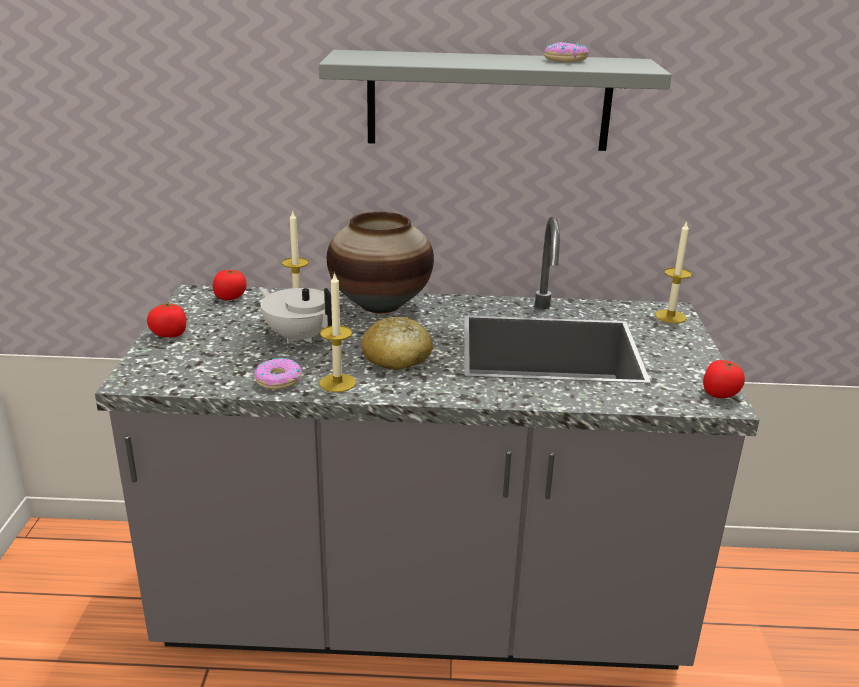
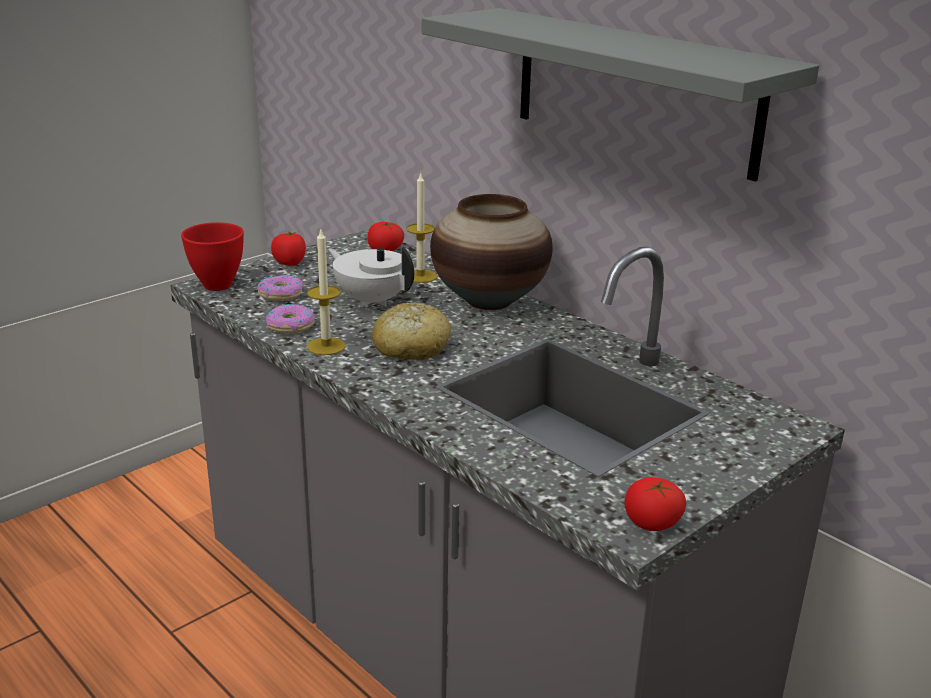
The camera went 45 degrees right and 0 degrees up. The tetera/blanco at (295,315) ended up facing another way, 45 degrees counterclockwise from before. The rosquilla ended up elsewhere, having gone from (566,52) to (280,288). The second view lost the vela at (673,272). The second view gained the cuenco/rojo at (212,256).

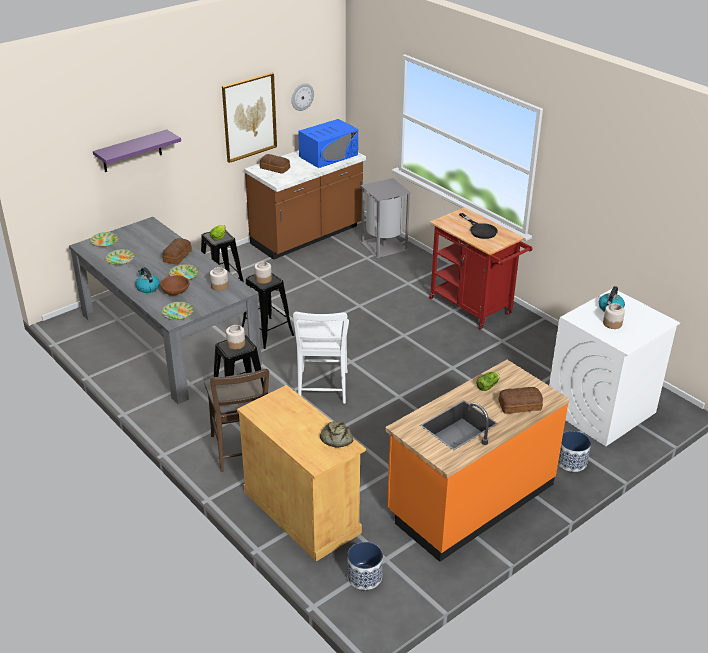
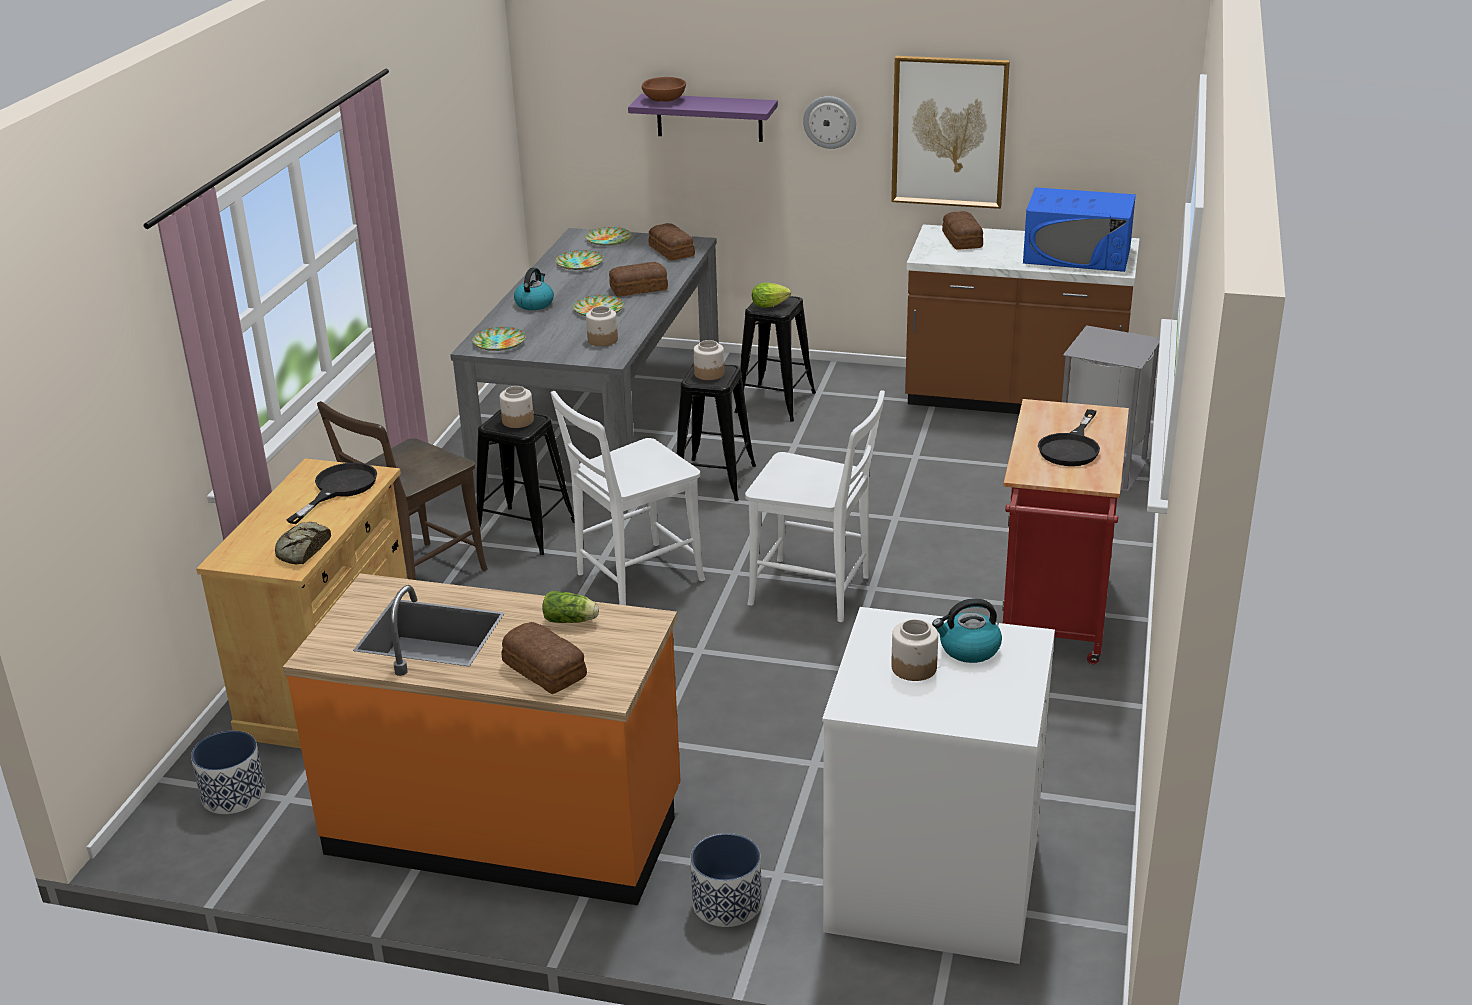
The camera went 55 degrees right and 5 degrees down. The cuenco/marrón ended up elsewhere, having gone from (175,285) to (664,89). The reloj de pared ended up elsewhere, having gone from (303,97) to (829,122). The second view gained the sartén/negro at (331,493). The second view gained the pan at (672,241). The second view gained the silla/blanco at (815,506).

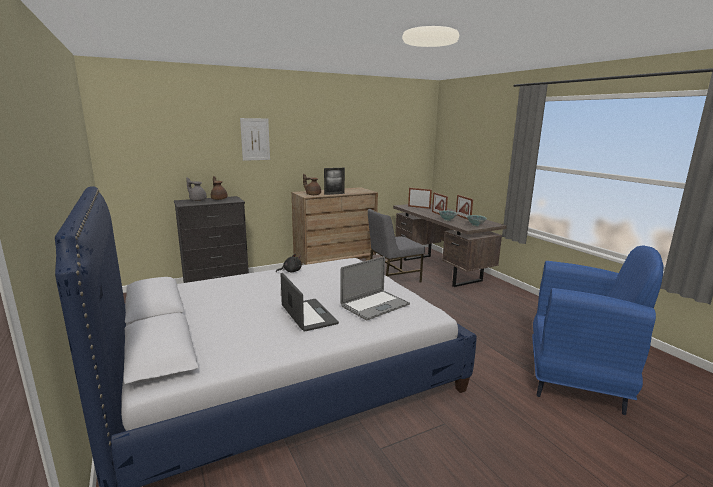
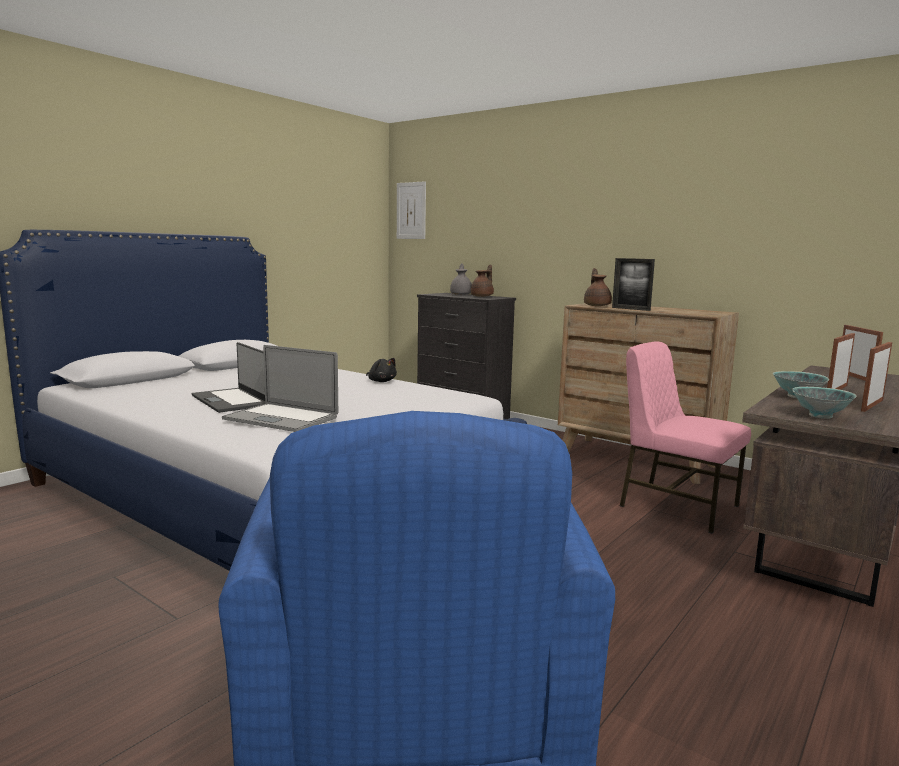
The camera went 65 degrees right and 5 degrees down. The cuadro ended up elsewhere, having gone from (255,139) to (411,210). The portátil at (310,302) ended up facing another way, 105 degrees clockwise from before. What was the silla/gris at (396,246) turned into the silla/rosa at (685,437).

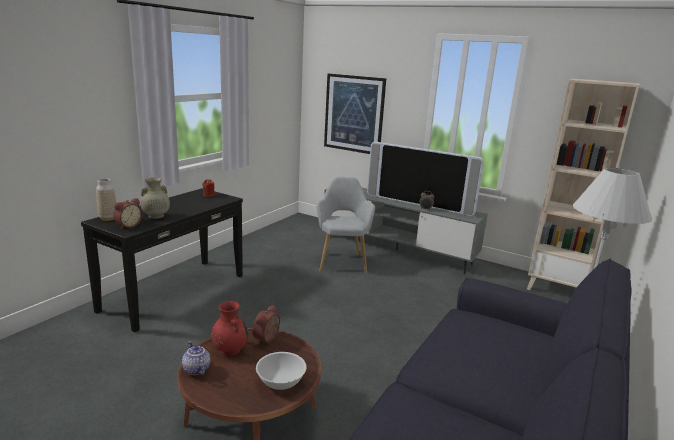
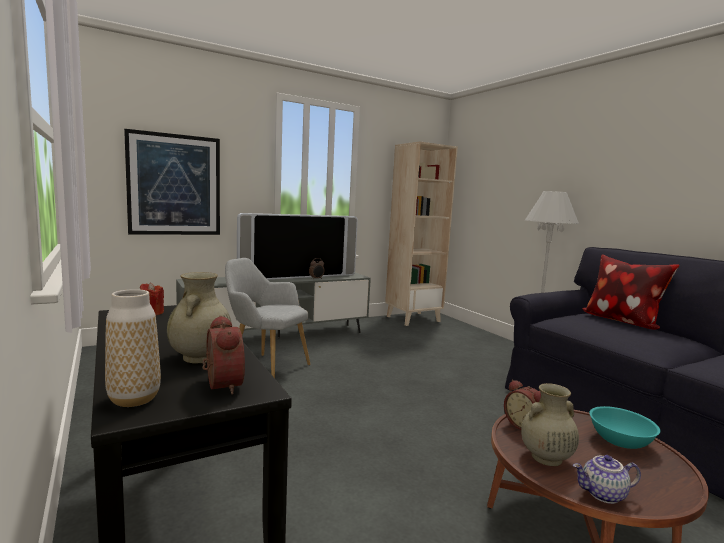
The camera went 60 degrees left and 10 degrees down. What was the florero/rojo at (229,328) turned into the florero/beis at (550,424). What was the cuenco/blanco at (281,371) turned into the cuenco/turquesa at (624,427). The second view gained the cojín at (630,291).

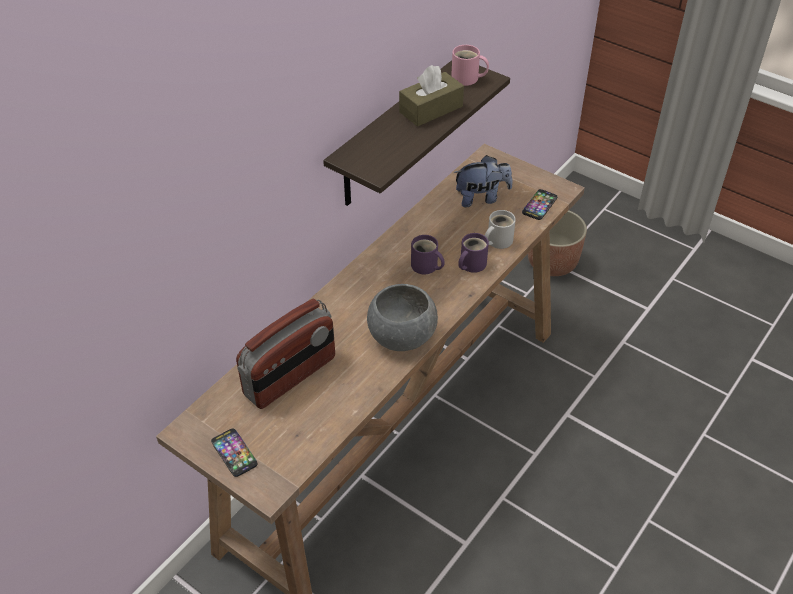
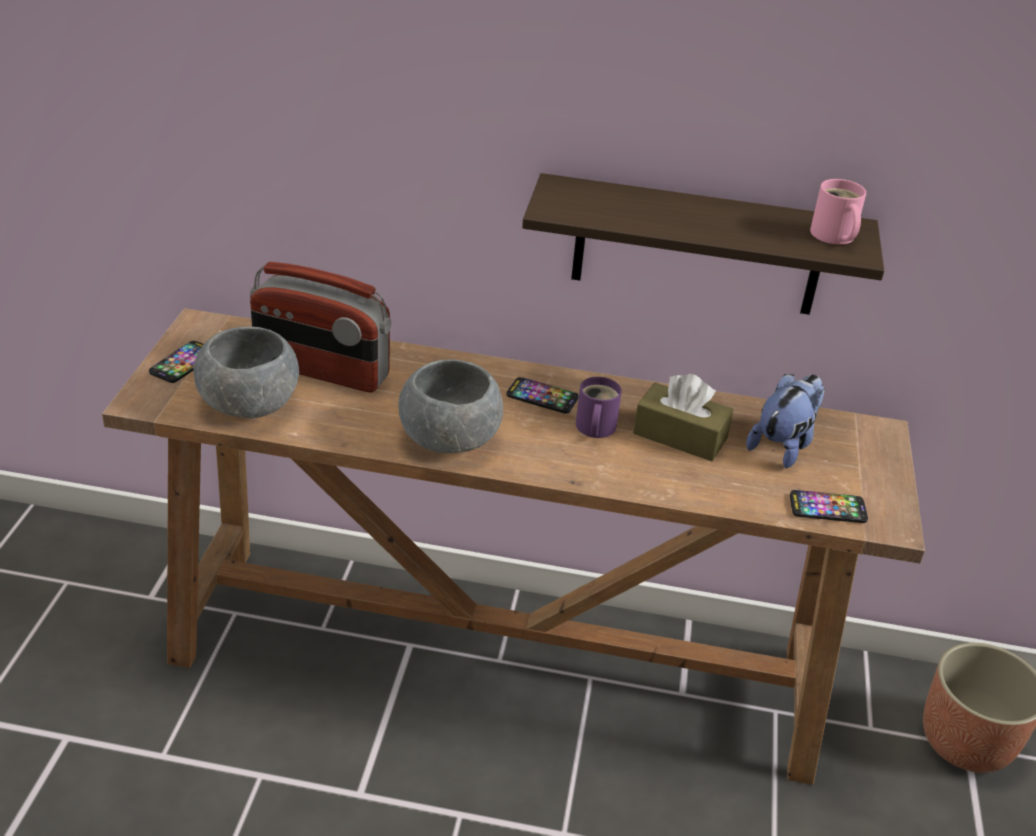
The camera went 60 degrees right and 10 degrees down. The caja de pañuelos/marrón ended up elsewhere, having gone from (431,96) to (683,417). The peluche at (483,181) ended up facing another way, 105 degrees counterclockwise from before. The second view lost the taza grande/morado at (473,253). The second view lost the taza grande/blanco at (500,229). The second view gained the cuenco/gris at (246,372). The second view gained the móvil at (542,395).

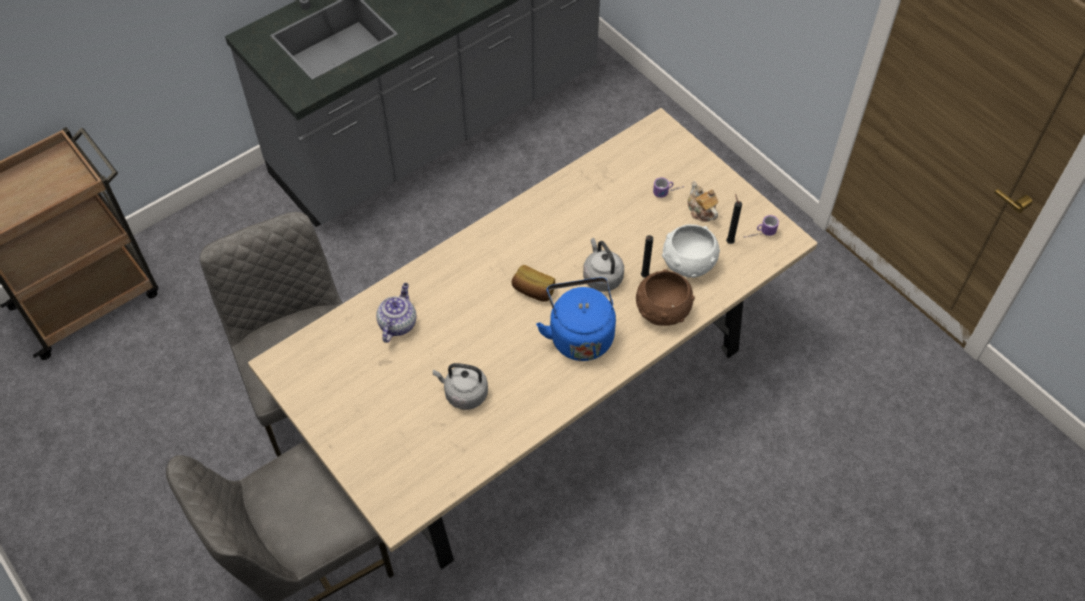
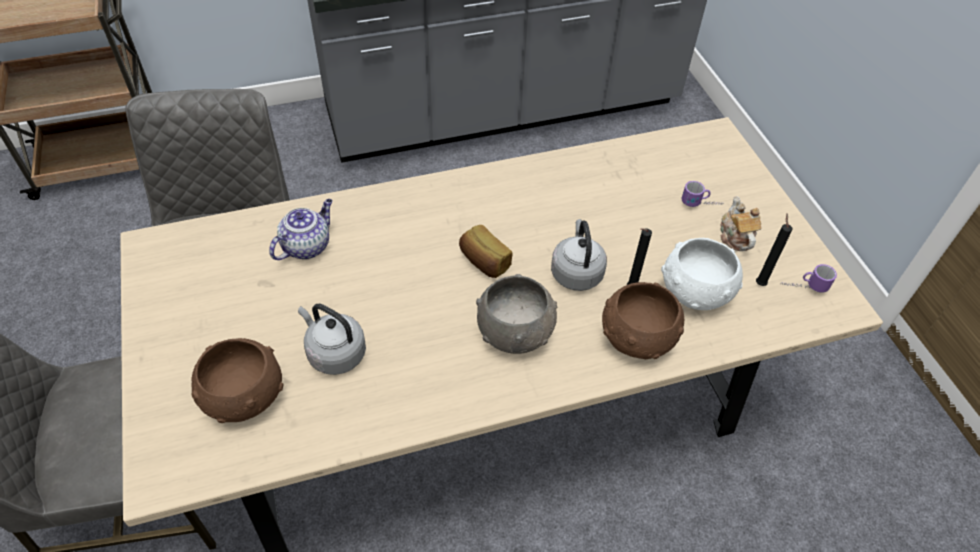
The camera went 20 degrees right and 5 degrees down. Where the hervidor/azul stood at (576,319), the cuenco/gris came to stand at (516,314). The second view gained the cuenco/marrón at (237,380).

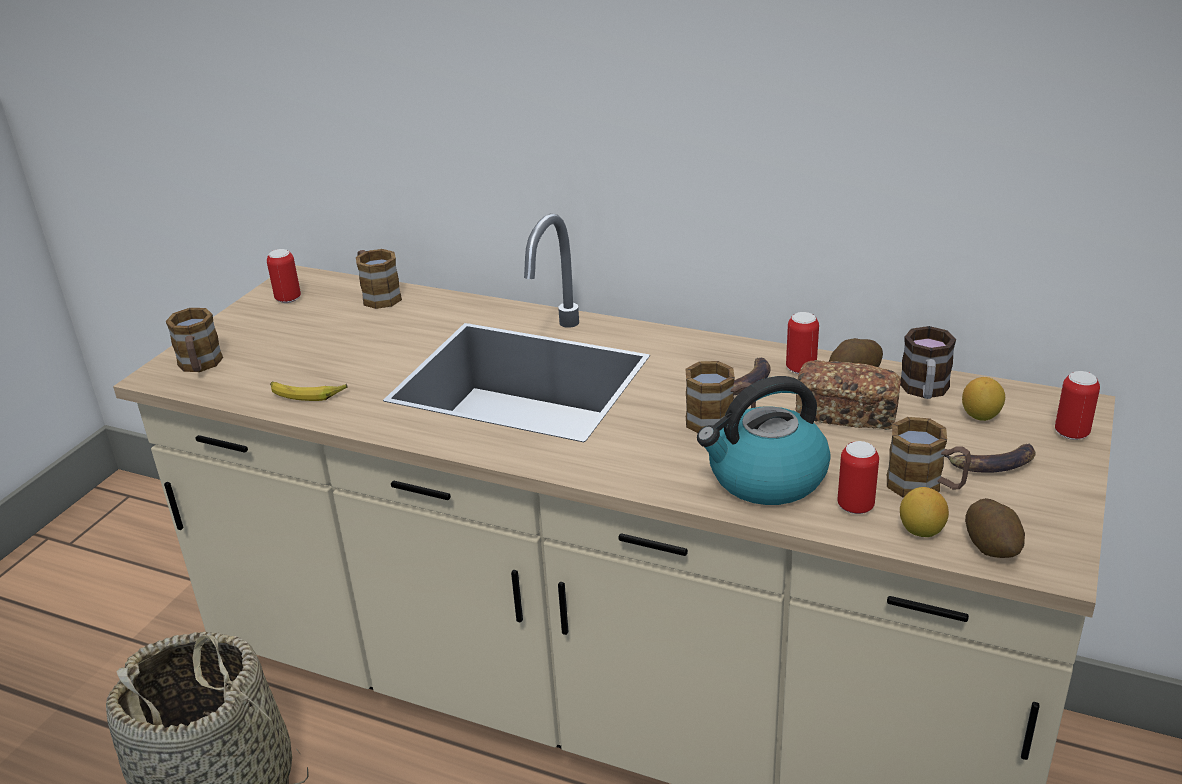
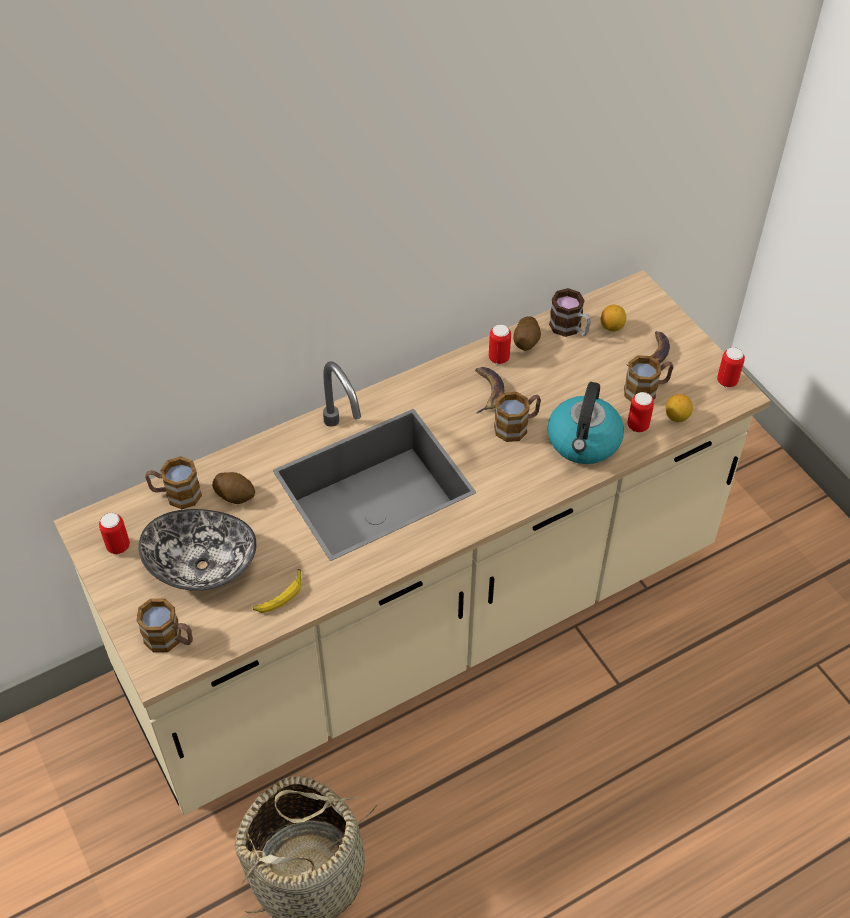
The camera went 55 degrees left and 20 degrees up. The second view lost the pan at (848,395). The patata ended up elsewhere, having gone from (995,528) to (233,488). The lata ended up elsewhere, having gone from (1077,405) to (731,367). The second view gained the cuenco at (197,550).

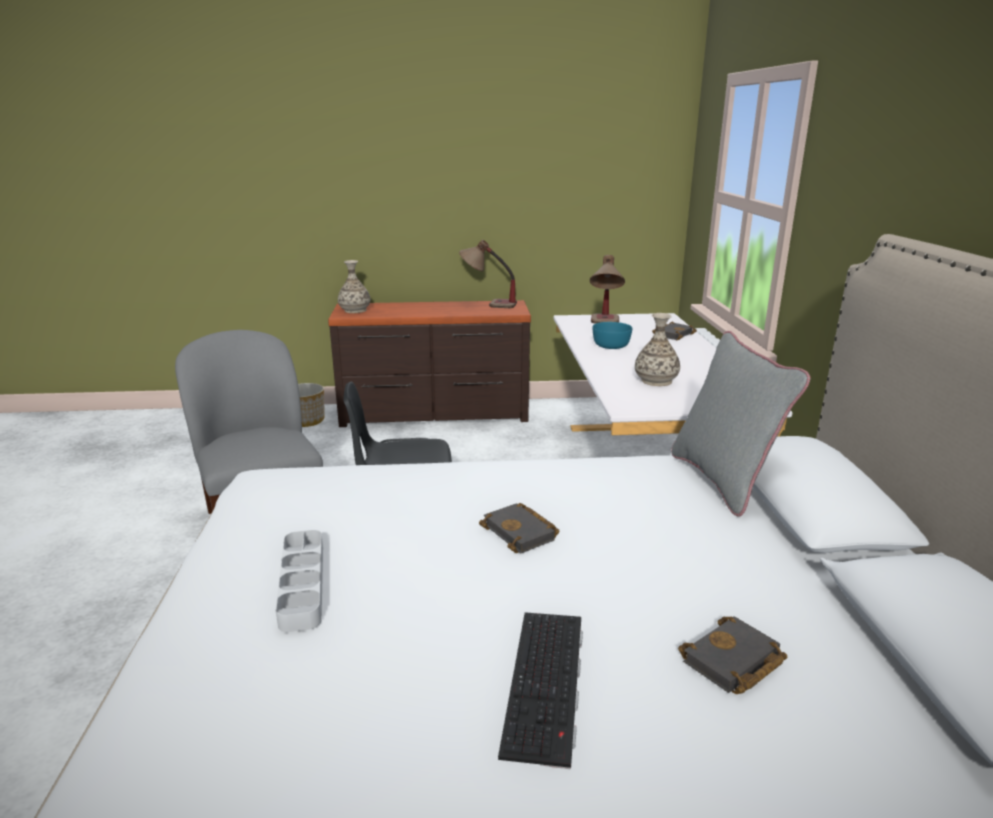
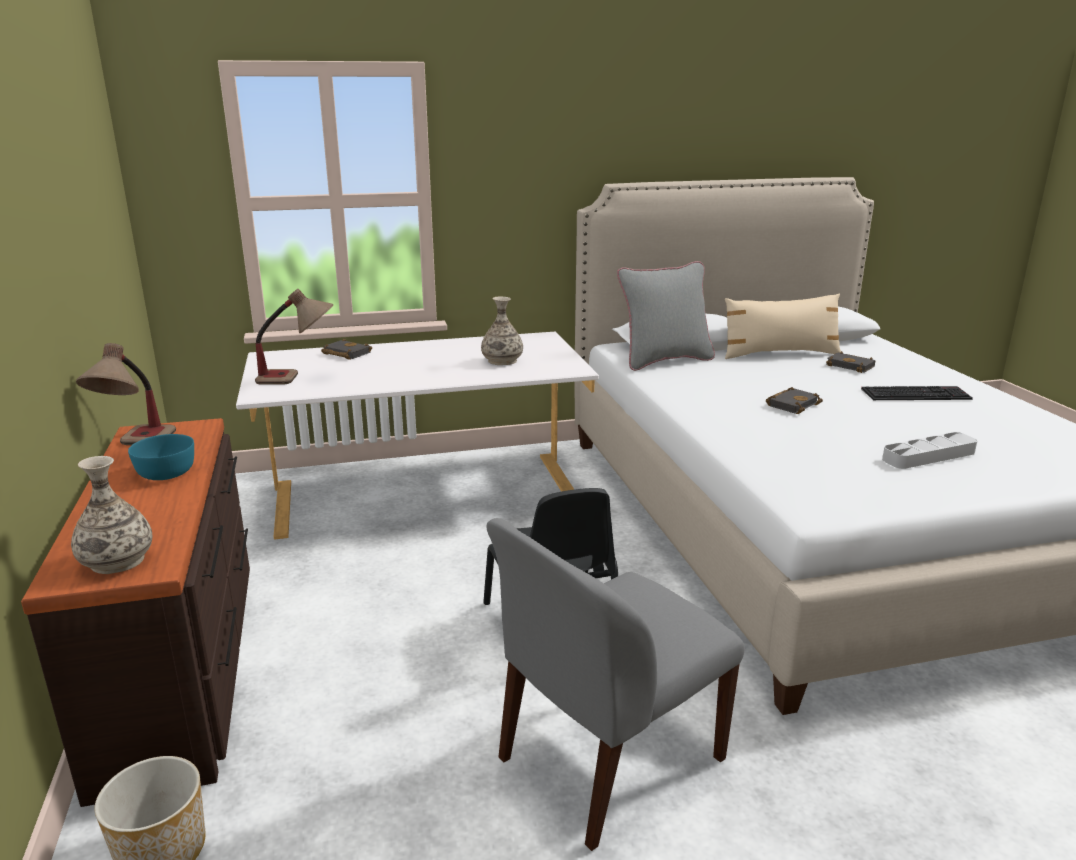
The camera went 100 degrees left and 0 degrees up. The cuenco/turquesa ended up elsewhere, having gone from (612,335) to (161,457). The second view gained the cojín/beis at (783,326).

